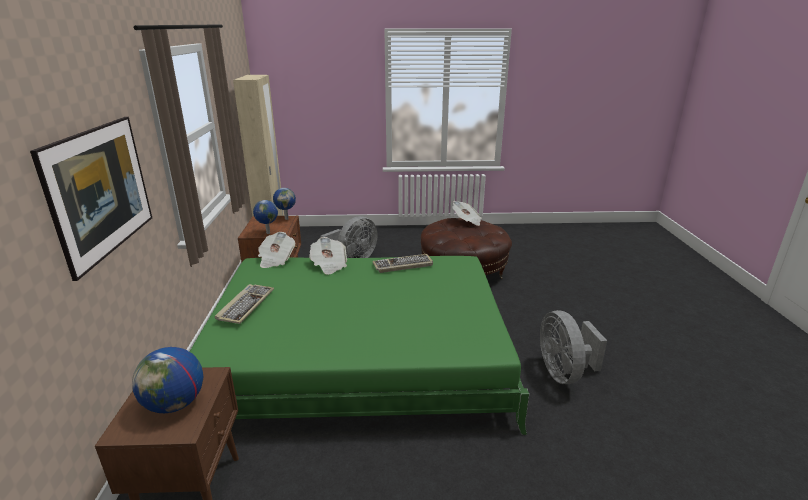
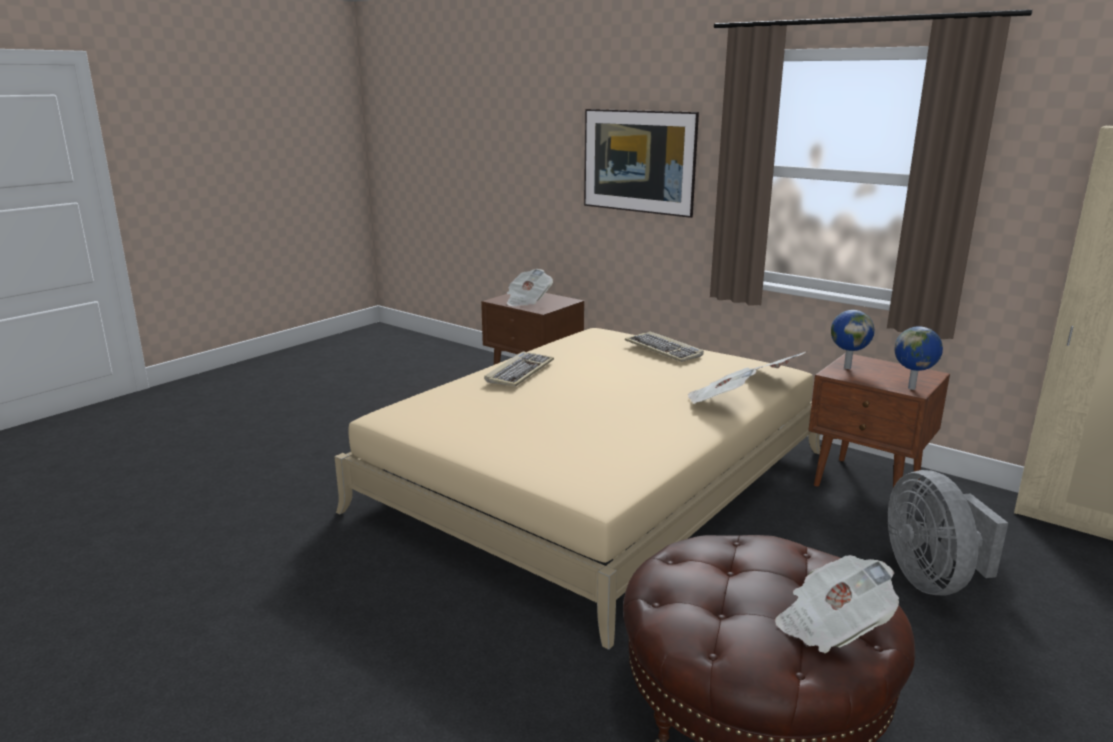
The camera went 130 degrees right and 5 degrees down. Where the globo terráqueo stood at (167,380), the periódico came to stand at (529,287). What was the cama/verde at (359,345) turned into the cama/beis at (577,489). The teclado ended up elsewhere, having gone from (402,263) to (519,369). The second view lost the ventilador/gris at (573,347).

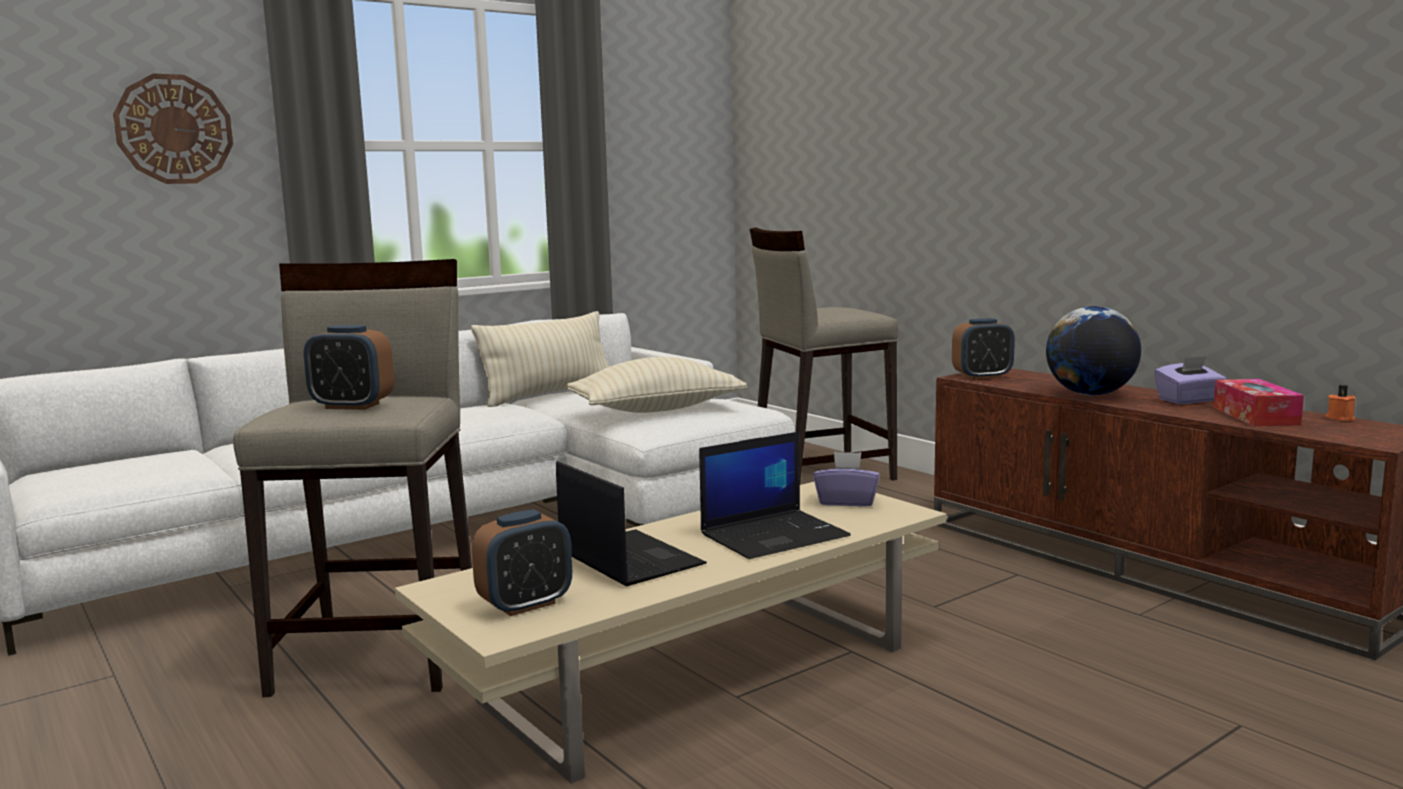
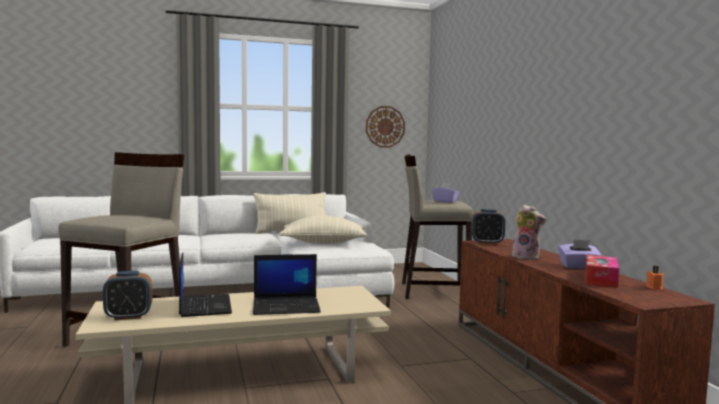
The camera went 20 degrees right and 5 degrees down. The reloj de pared ended up elsewhere, having gone from (173,129) to (385,127). The second view lost the despertador at (349,367). The caja de pañuelos/morado ended up elsewhere, having gone from (846,479) to (445,193). Where the globo terráqueo stood at (1093,350), the peluche came to stand at (528,232).

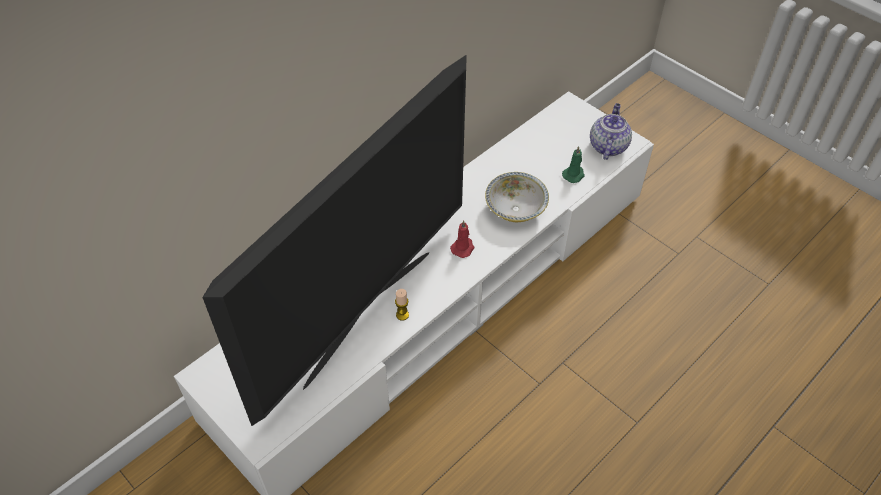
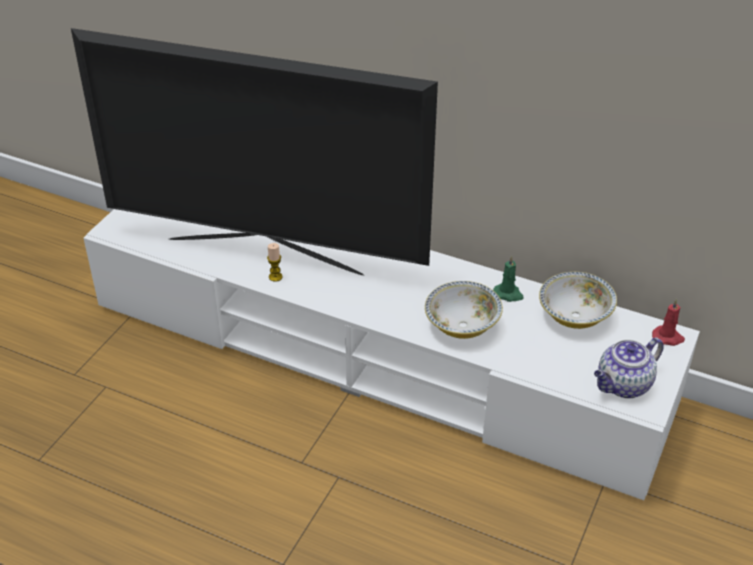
The camera went 70 degrees right and 10 degrees down. The vela/rojo ended up elsewhere, having gone from (462,239) to (668,322). The vela/verde ended up elsewhere, having gone from (573,164) to (508,279). The tetera at (611,131) ended up facing another way, 150 degrees clockwise from before. The second view gained the cuenco at (578,300).

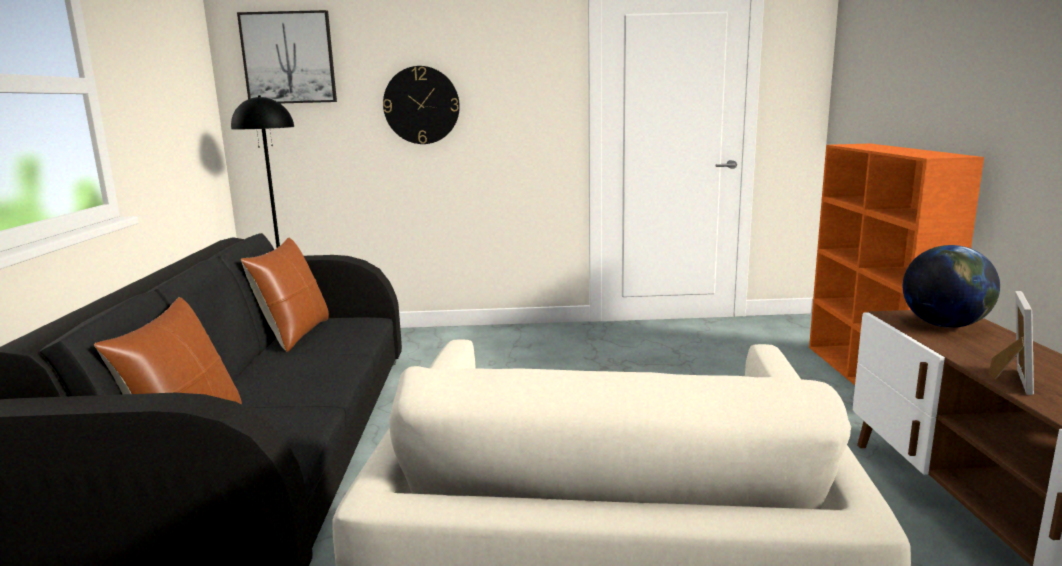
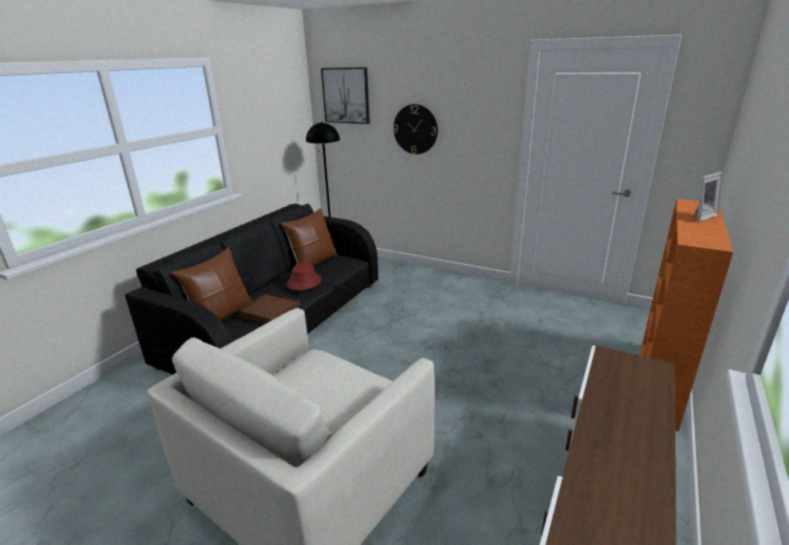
The camera went 30 degrees right and 10 degrees up. The second view lost the globo terráqueo at (951,286). The portarretratos ended up elsewhere, having gone from (1011,343) to (708,197). The second view gained the bandeja/marrón at (269,307). The second view gained the sombrero/rojo at (303,276).

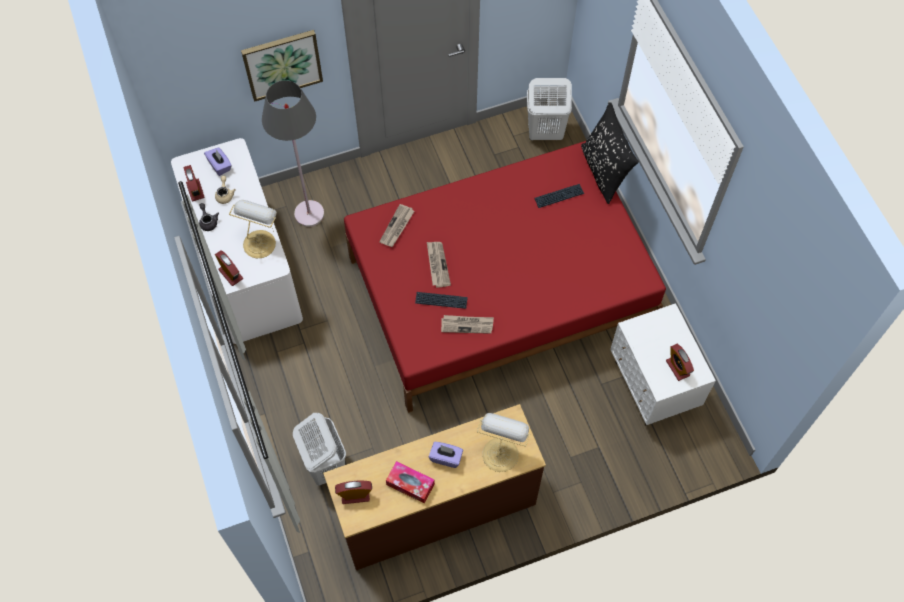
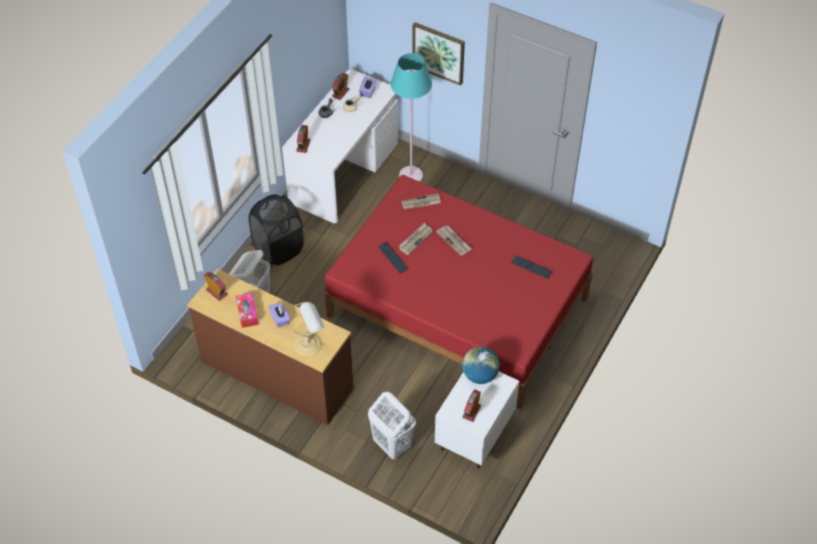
The camera went 50 degrees right and 10 degrees down. The second view lost the lámpara de mesa at (253,229). What was the lámpara de pie/gris at (293,153) turned into the lámpara de pie/turquesa at (411,117). The periódico ended up elsewhere, having gone from (467,324) to (453,241). The cesto de la ropa/blanco ended up elsewhere, having gone from (549,109) to (392,425). The second view lost the cojín/negro at (610,153). The second view gained the cesto de la ropa/negro at (276,230). The second view gained the globo terráqueo at (481,365).

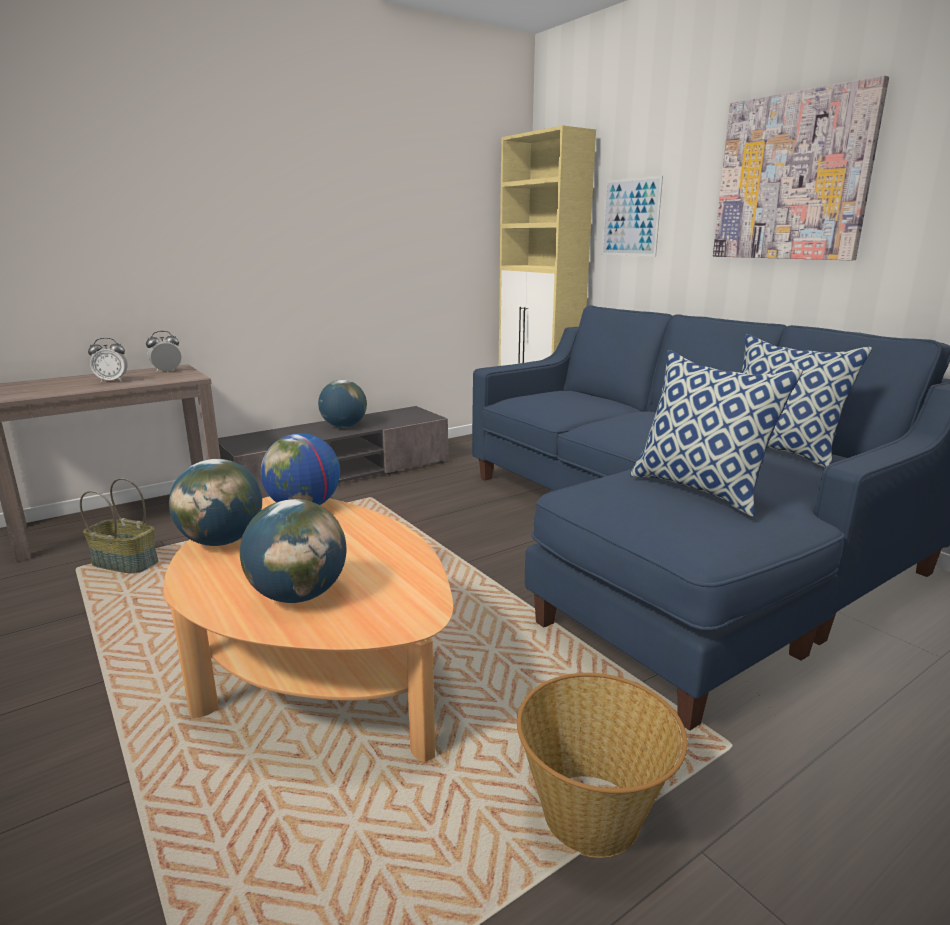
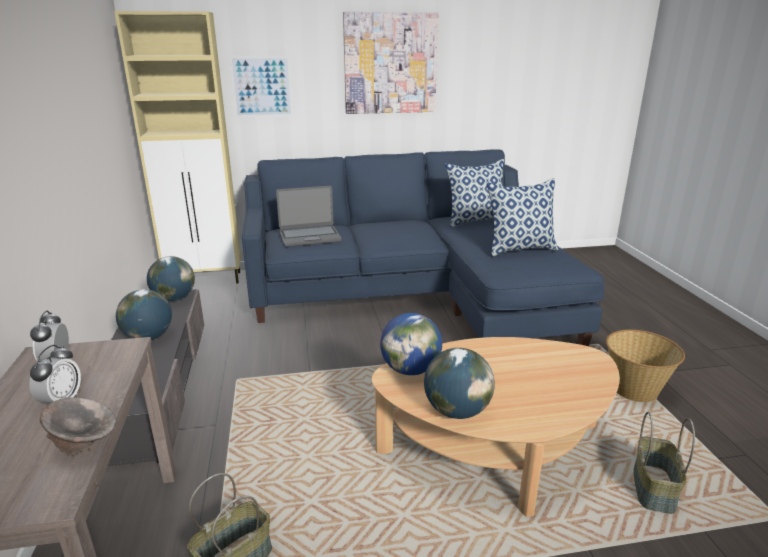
The camera went 65 degrees left and 5 degrees up. The globo terráqueo ended up elsewhere, having gone from (293,551) to (171,278). The second view gained the cuenco/gris at (78,427). The second view gained the portátil at (309,216). The second view gained the cesta at (664,463).

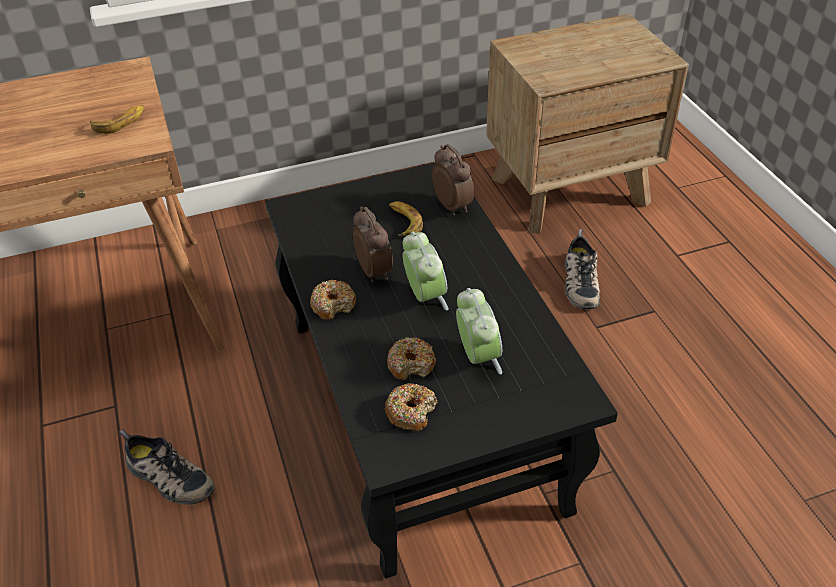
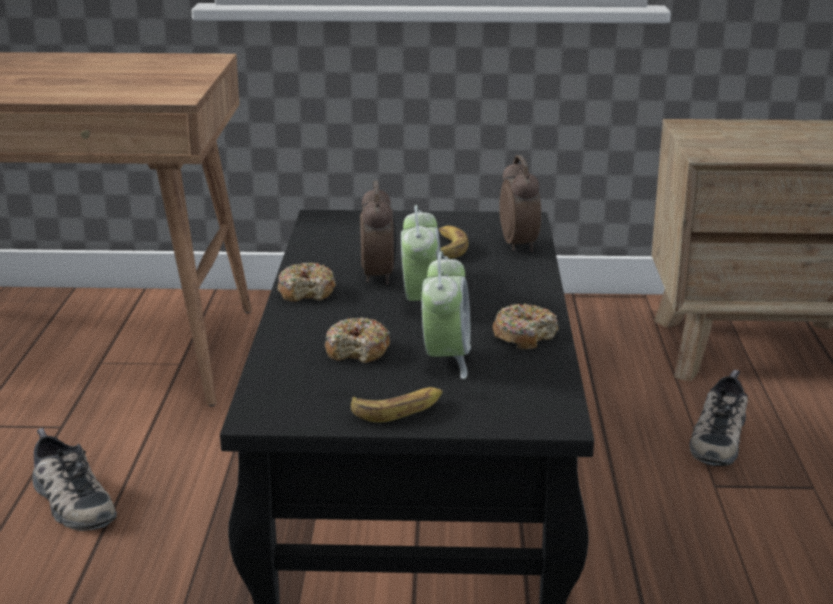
The camera went 20 degrees right and 20 degrees down. The plátano ended up elsewhere, having gone from (117,119) to (397,405). The rosquilla ended up elsewhere, having gone from (411,407) to (525,326).

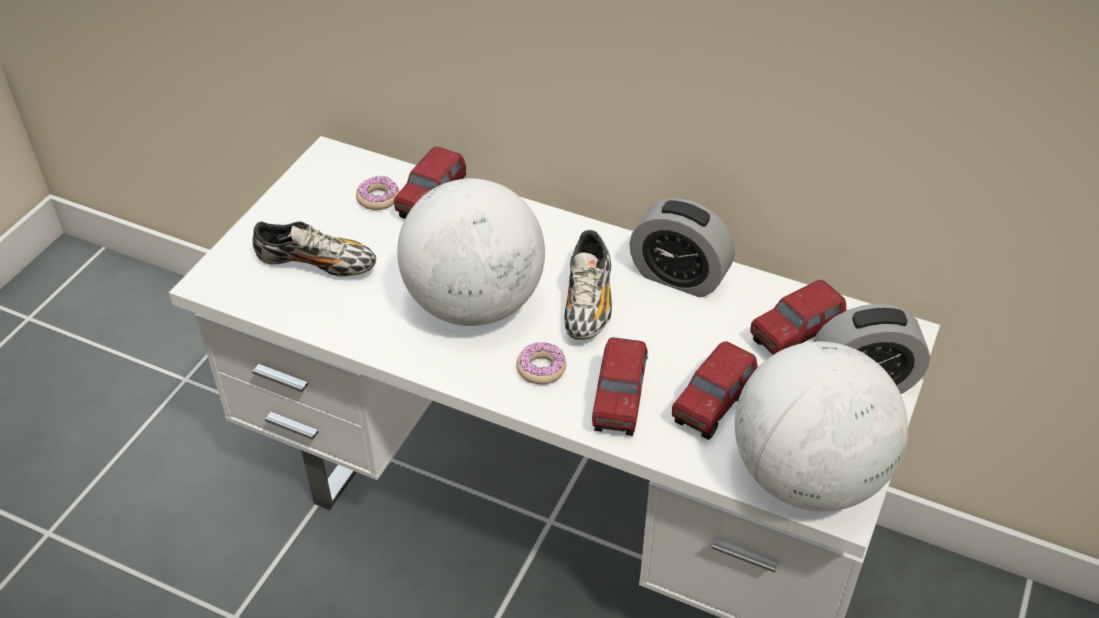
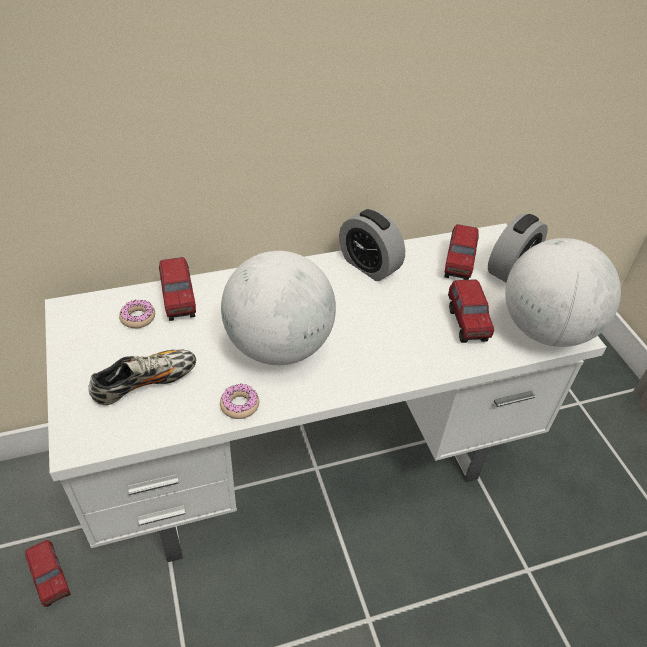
The camera went 45 degrees left and 0 degrees up. The rosquilla ended up elsewhere, having gone from (541,363) to (239,401). The second view lost the zapato at (588,285). The camión de juguete ended up elsewhere, having gone from (620,386) to (48,573). The despertador at (682,248) ended up facing another way, 60 degrees clockwise from before.

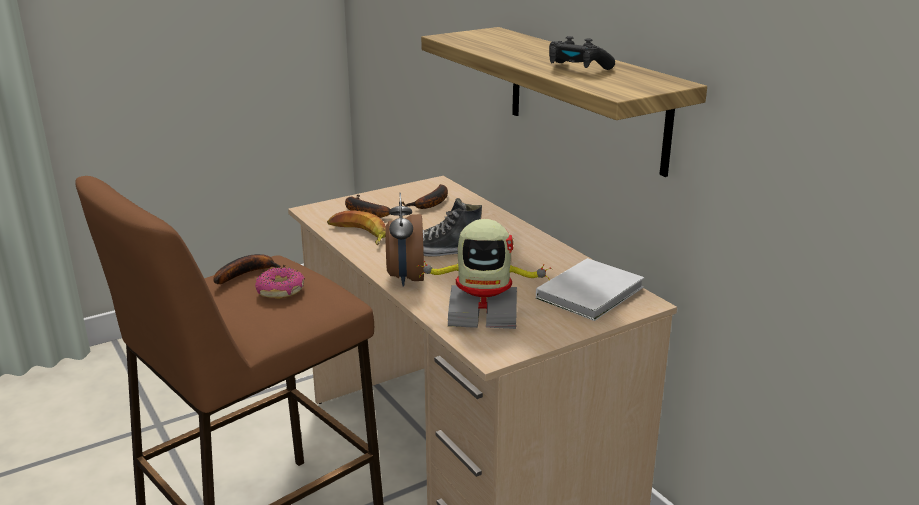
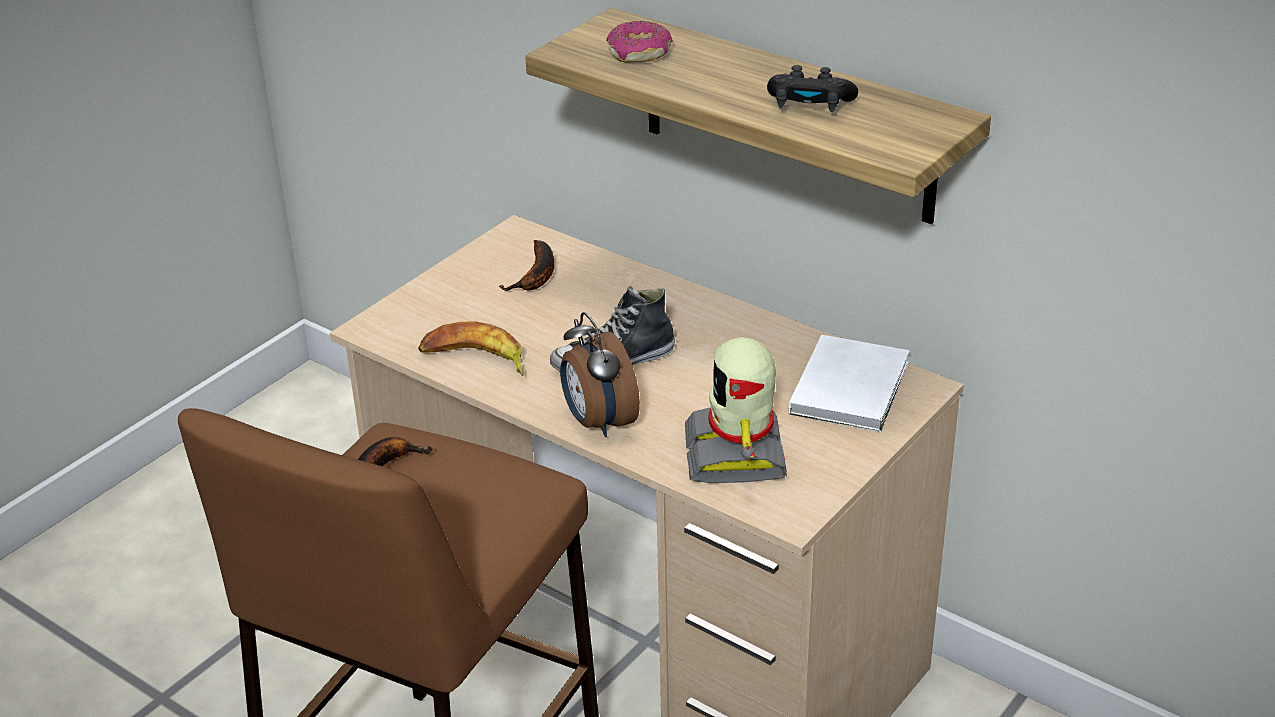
The camera went 20 degrees left and 10 degrees up. The rosquilla ended up elsewhere, having gone from (280,283) to (639,42). The second view lost the plátano at (368,206). The robot de juguete at (485,274) ended up facing another way, 105 degrees clockwise from before.

